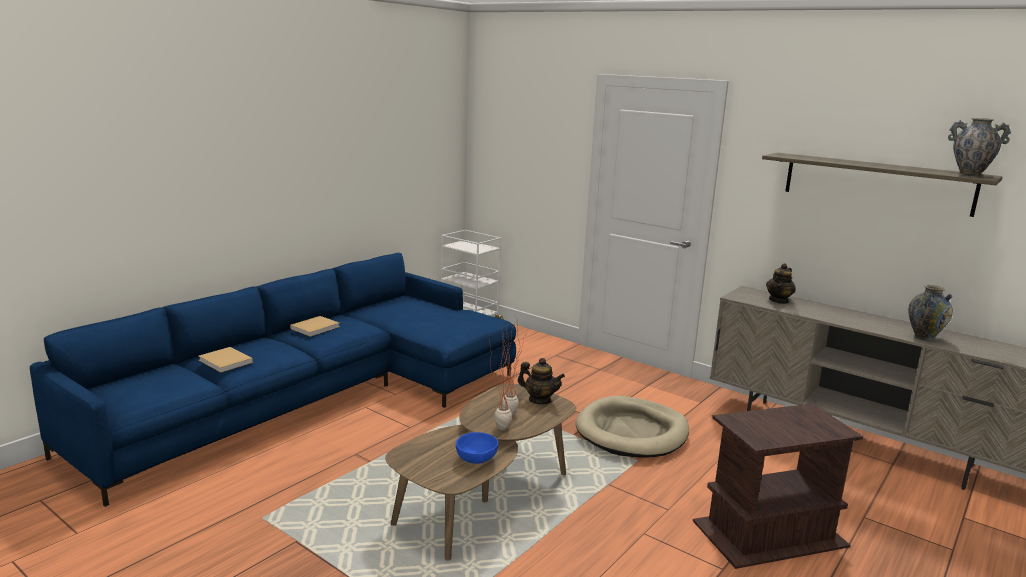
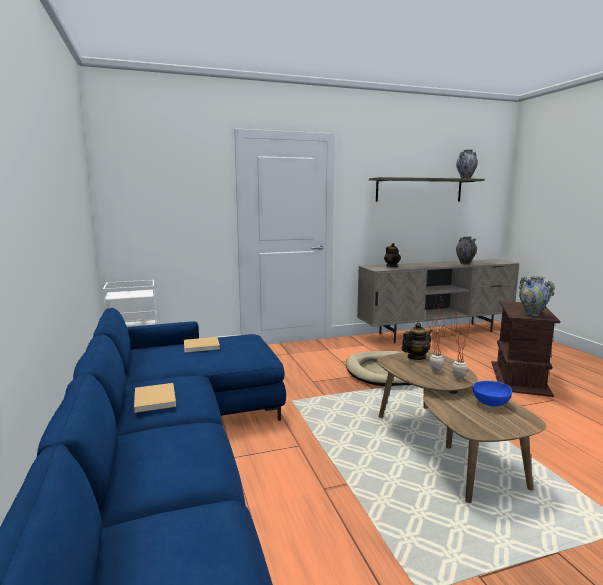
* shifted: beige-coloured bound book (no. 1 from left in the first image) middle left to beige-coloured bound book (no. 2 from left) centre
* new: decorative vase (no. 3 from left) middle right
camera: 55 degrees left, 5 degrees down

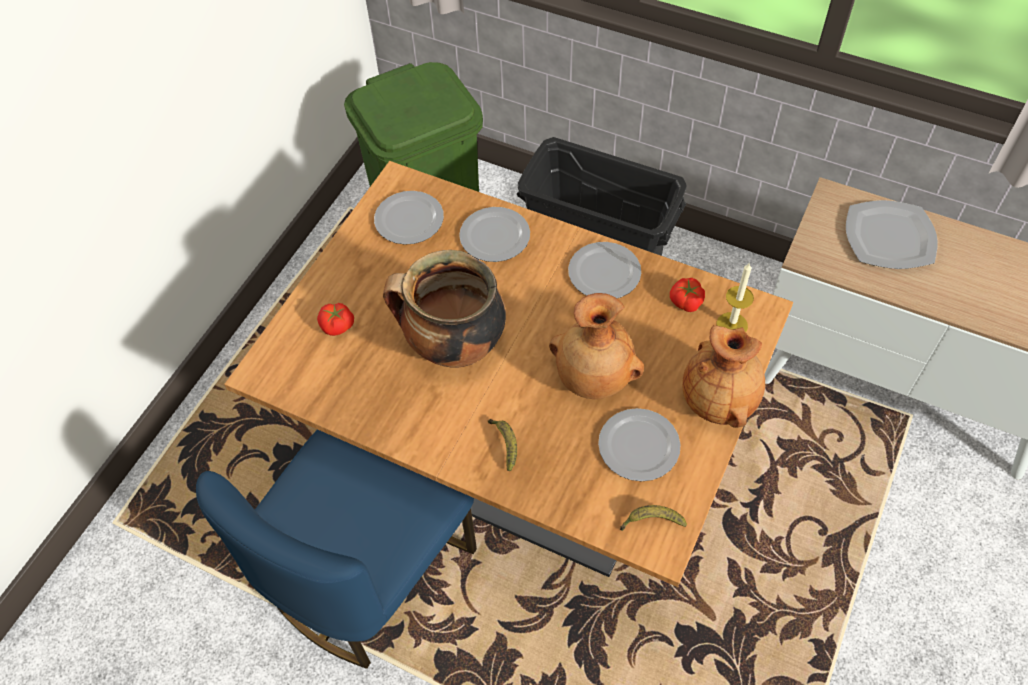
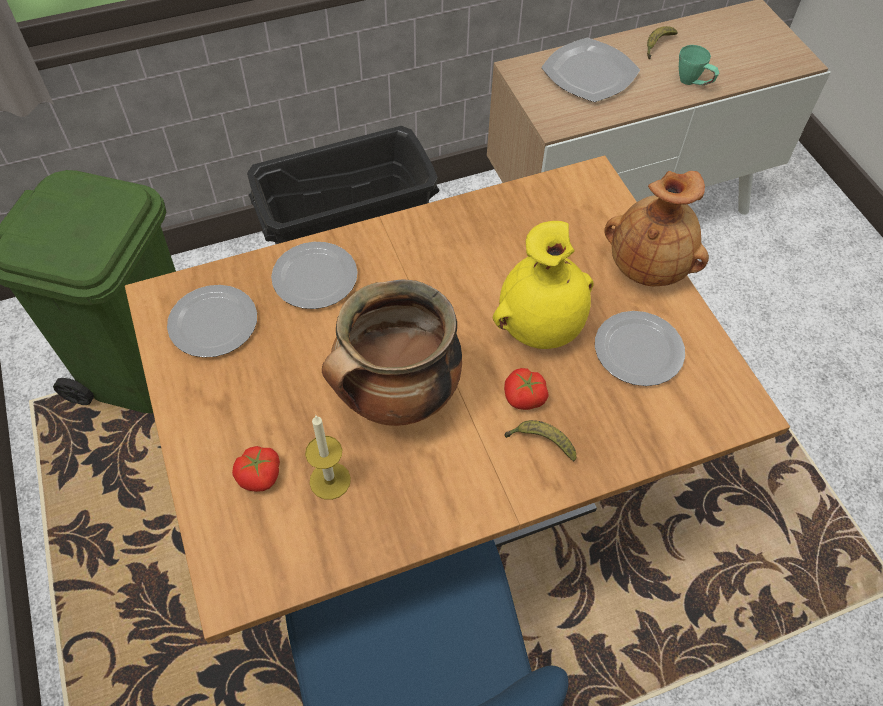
* gone: dinner plate (no. 3 from left) centre
* shifted: candle middle right to centre
* shifted: fresh tomato (no. 2 from left) middle right to centre
* repainted: brown decorative vase (no. 1 from left) centre to yellowish decorative vase centre
* shifted: whole banana (no. 2 from left) bottom centre to top right
* new: greenish mug top right
camera: 50 degrees left, 0 degrees up

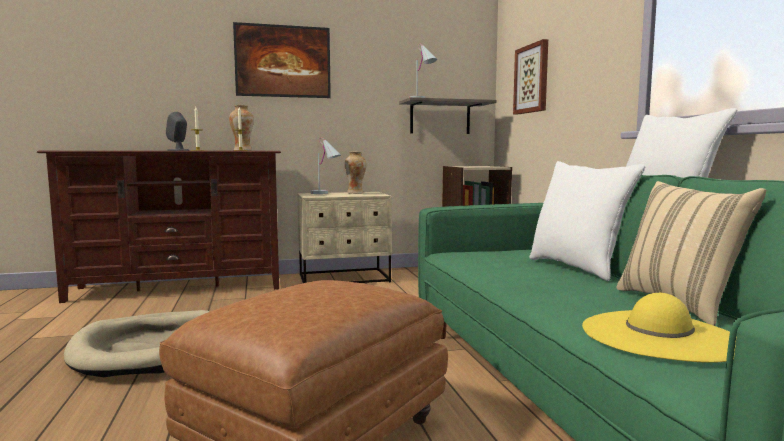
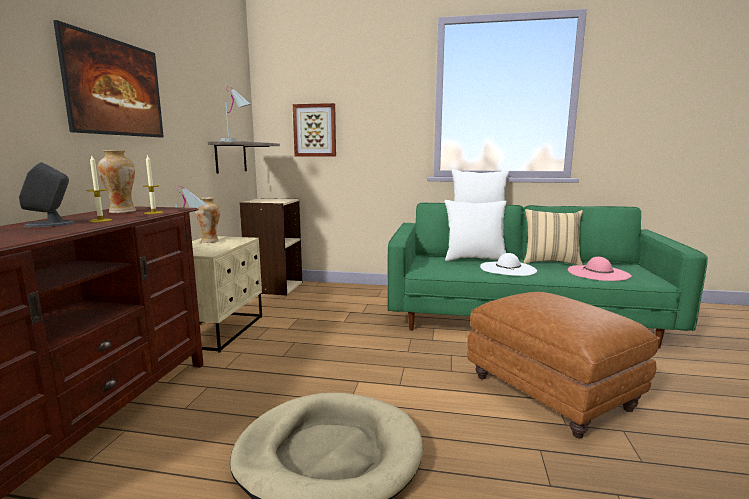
* repainted: yellowish hat bottom right to pink hat middle right
* new: whitish hat middle right
camera: 65 degrees left, 5 degrees up

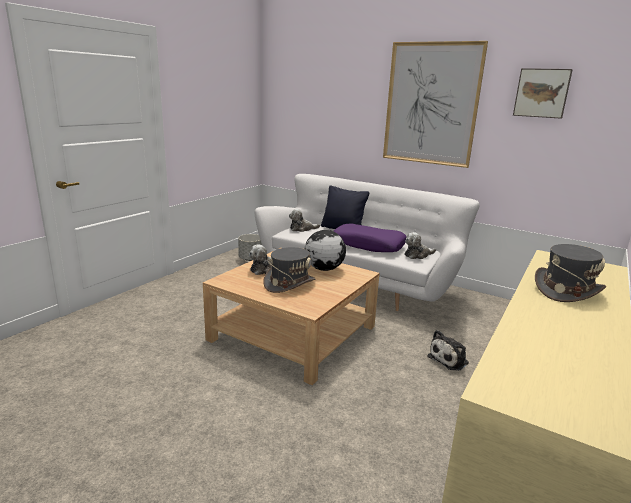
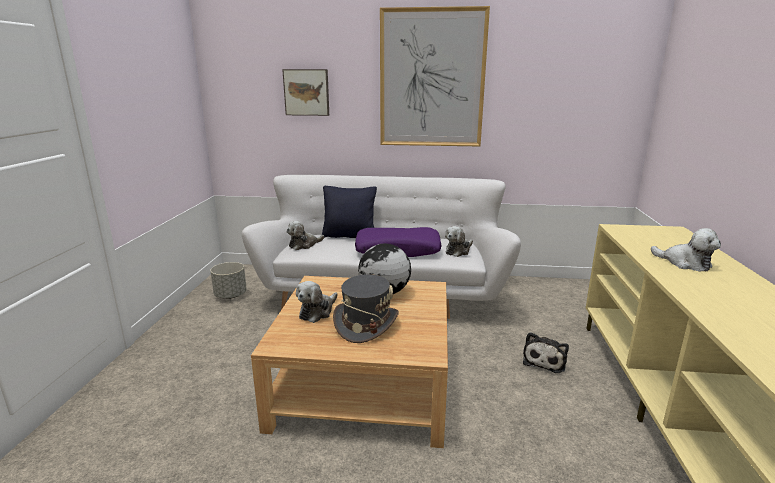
* shifted: wall picture (no. 2 from left in the first image) top right to wall picture (no. 1 from left) top centre
* swapped: grey hat (no. 2 from left) middle right to soft toy (no. 5 from left) middle right
camera: 25 degrees left, 0 degrees up

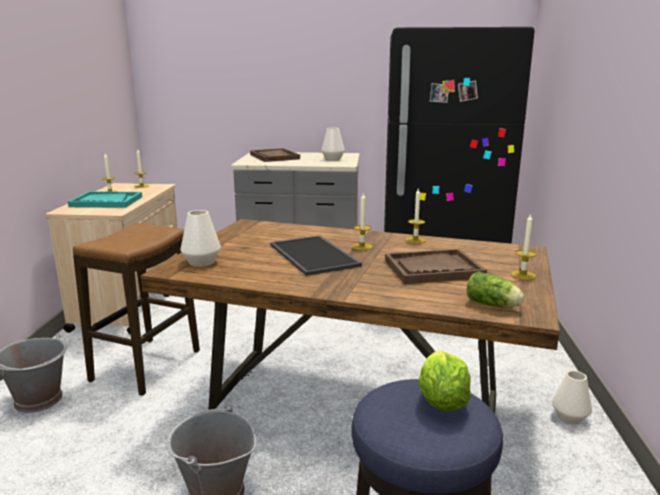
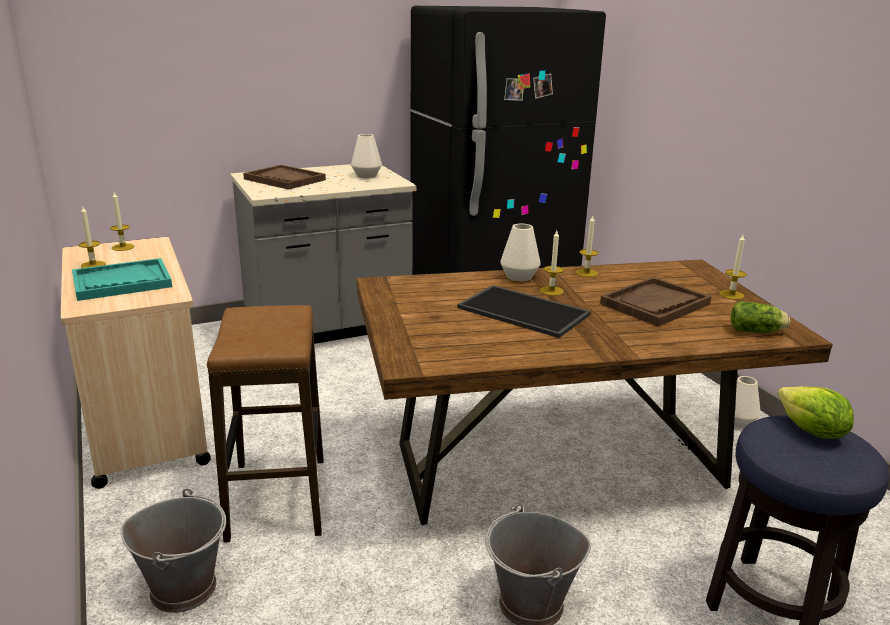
* shifted: whitish decorative vase (no. 1 from left in the first image) middle left to whitish decorative vase (no. 2 from left) centre
camera: 30 degrees left, 5 degrees up

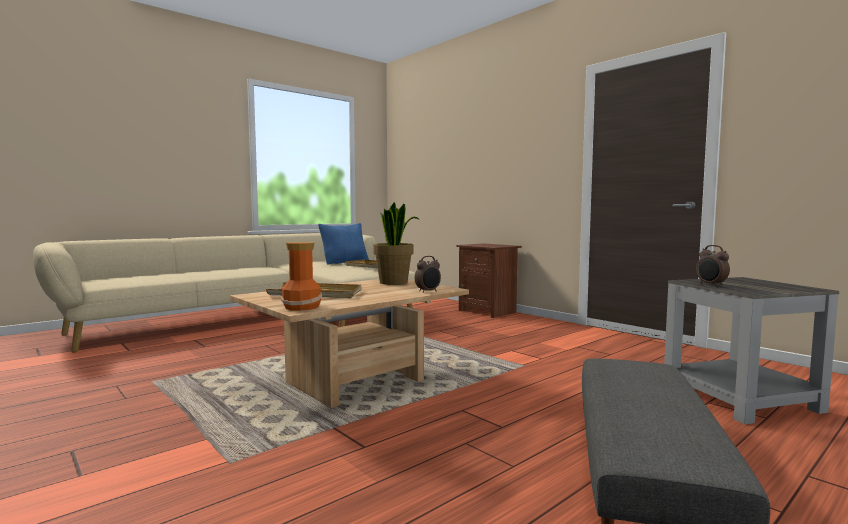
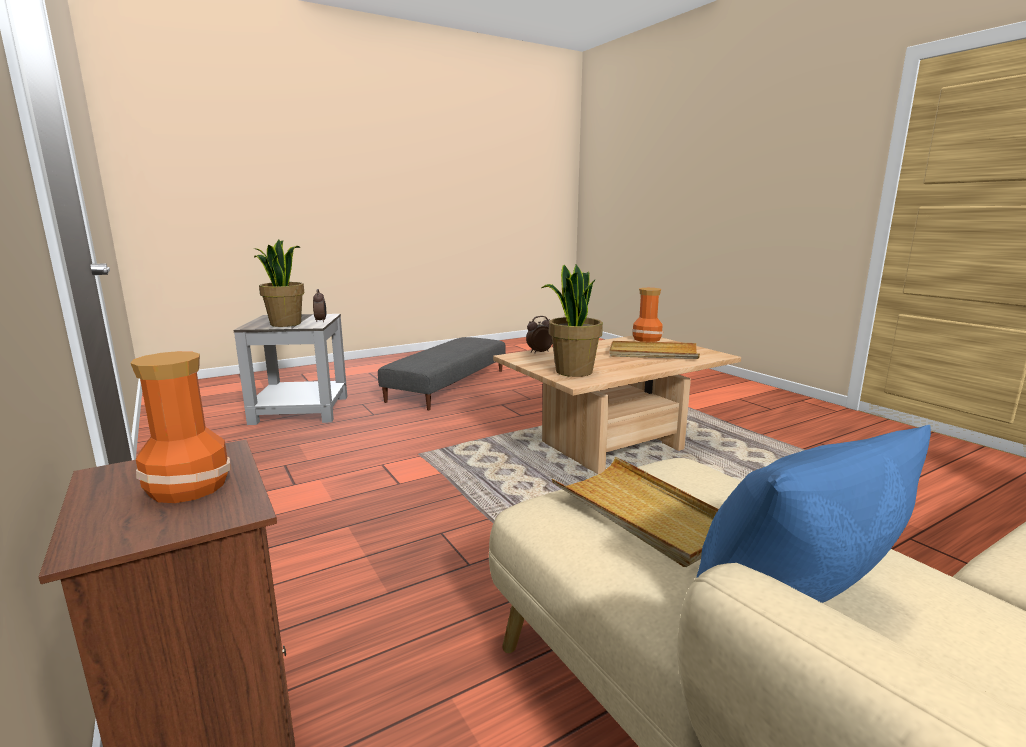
* new: houseplant (no. 1 from left) middle left
* new: decorative vase (no. 1 from left) middle left
camera: 170 degrees left, 10 degrees up

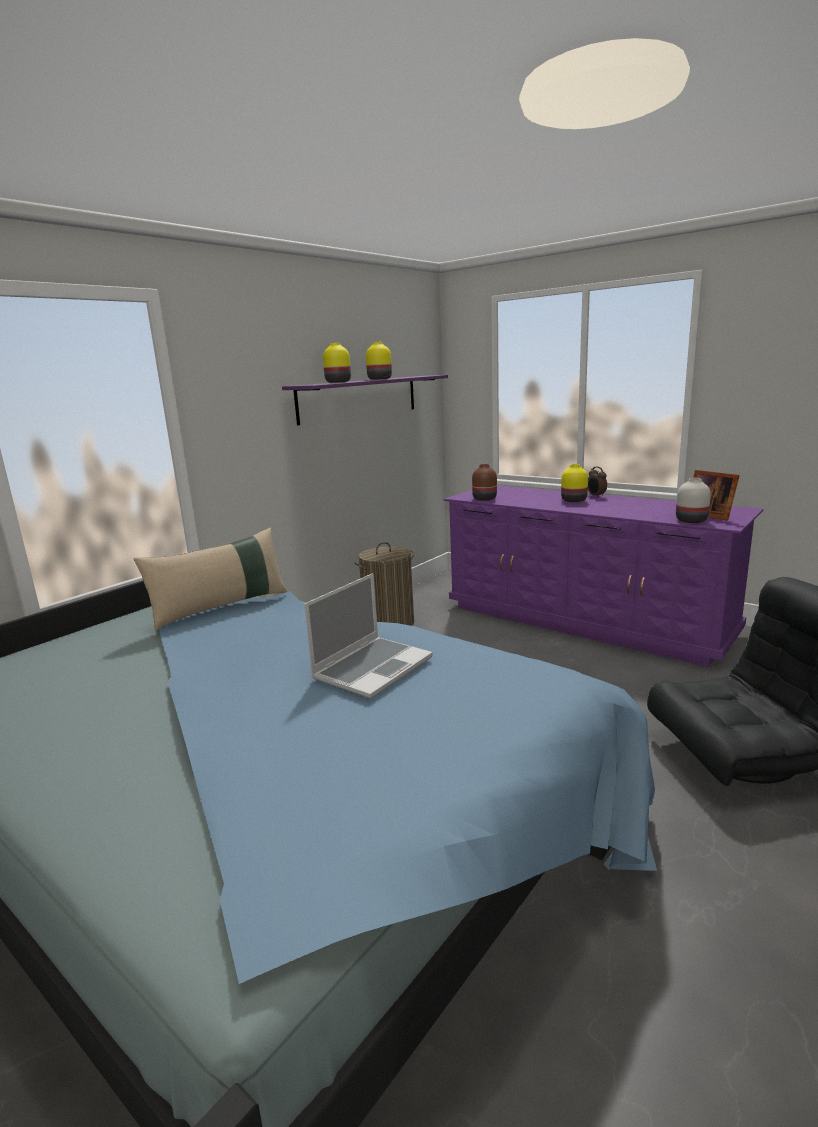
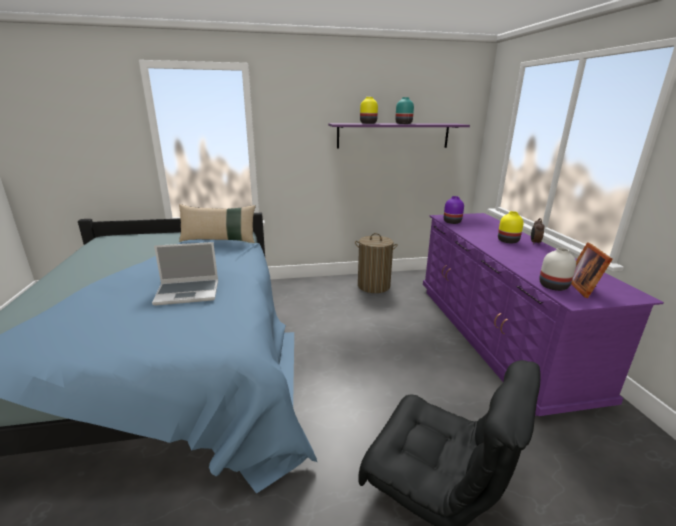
* repainted: yellowish decorative vase (no. 2 from left) top centre to blue-green decorative vase top centre
* repainted: brown decorative vase centre to purple decorative vase middle right
camera: 40 degrees right, 5 degrees up

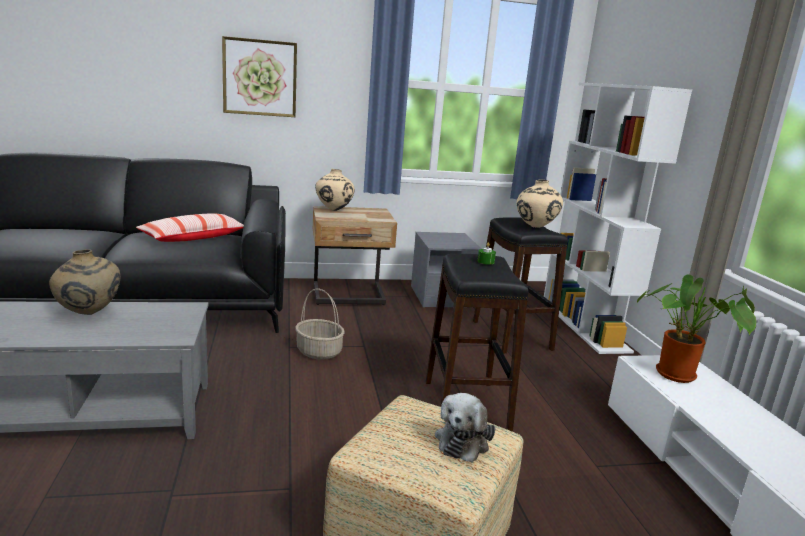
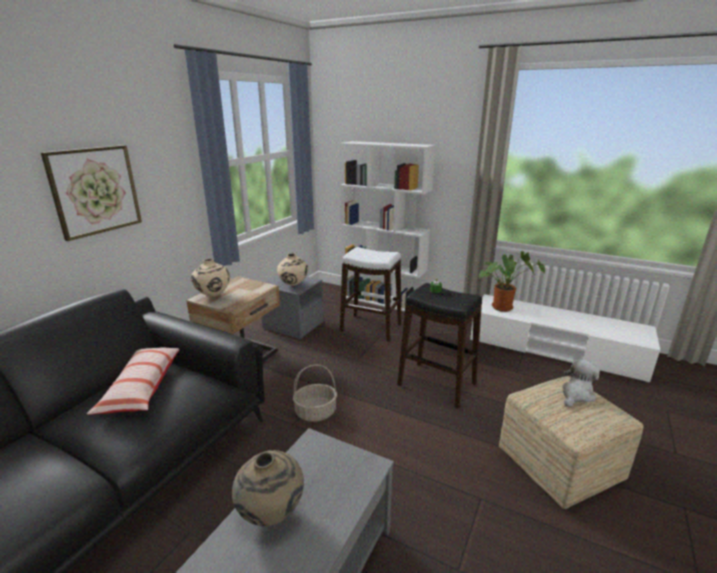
* shifted: beige-coloured decorative vase (no. 3 from left) middle right to centre
* repainted: black stool seat (no. 2 from left) centre to whitish stool seat centre
* rotated: soft toy bottom centre = bottom right 105 degrees counterclockwise
camera: 50 degrees left, 5 degrees up

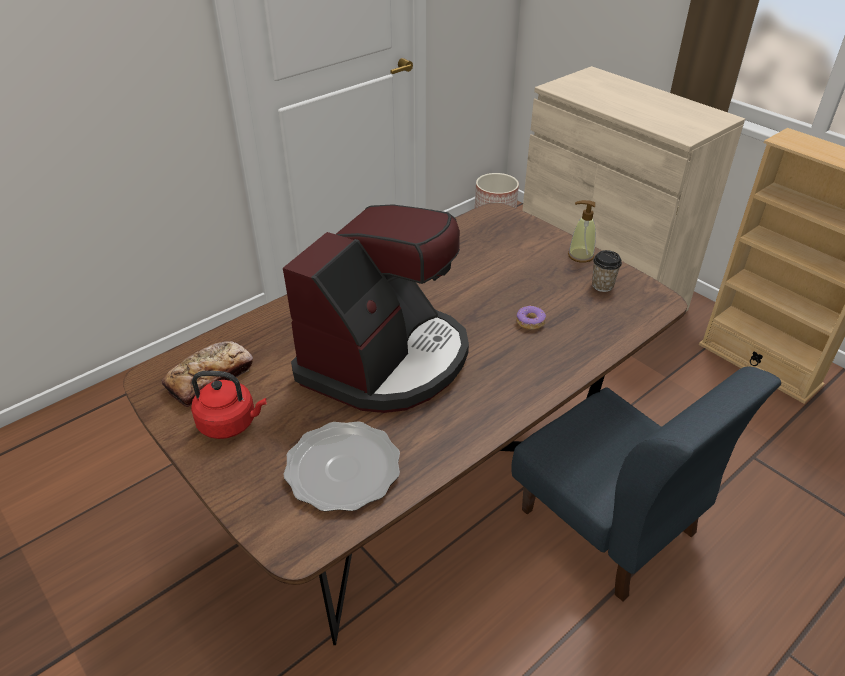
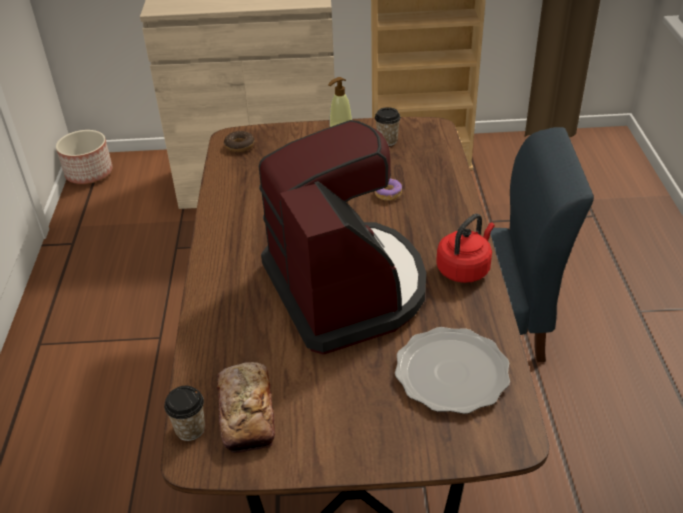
* shifted: reddish tea kettle middle left to middle right
* new: donut (no. 1 from left) top centre
* new: drinking cup (no. 1 from left) bottom left
camera: 50 degrees left, 0 degrees up

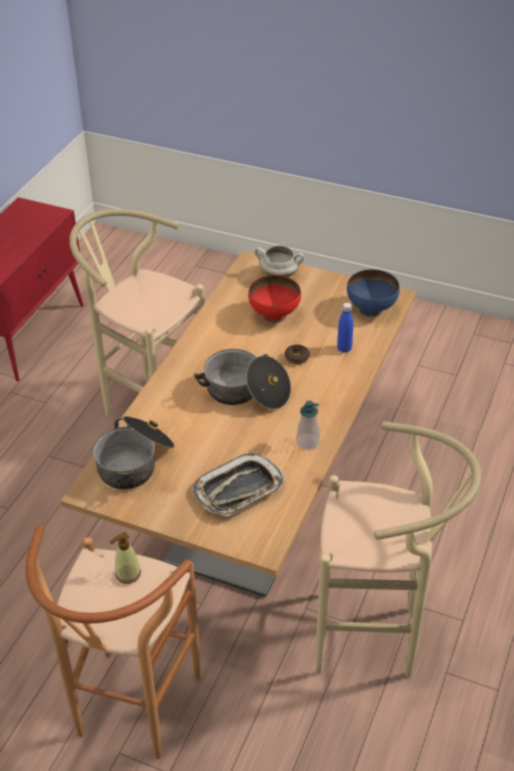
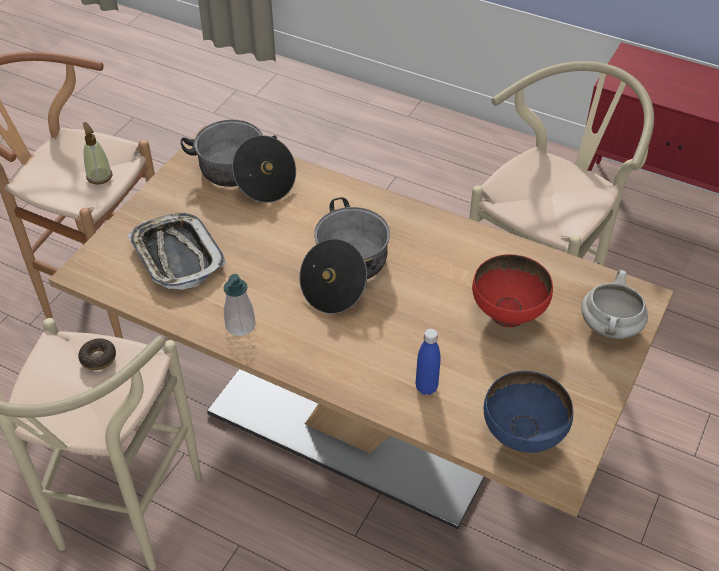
* shifted: donut centre to middle left
camera: 95 degrees right, 5 degrees up

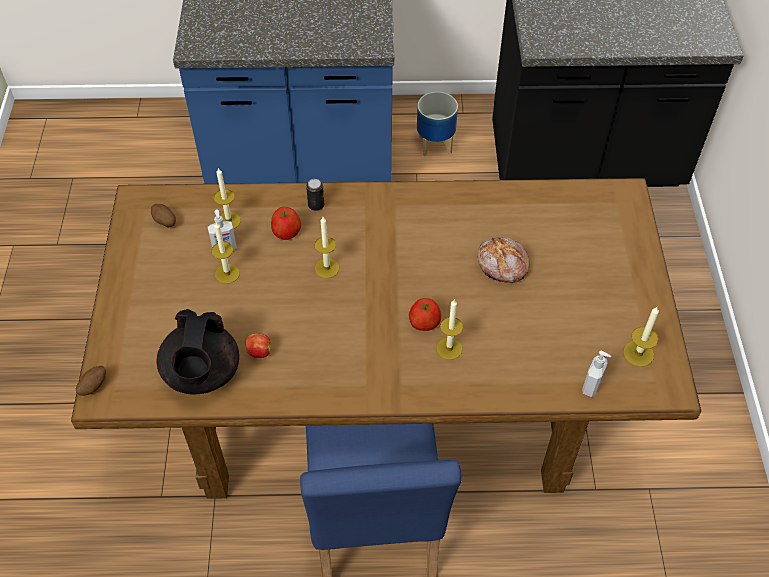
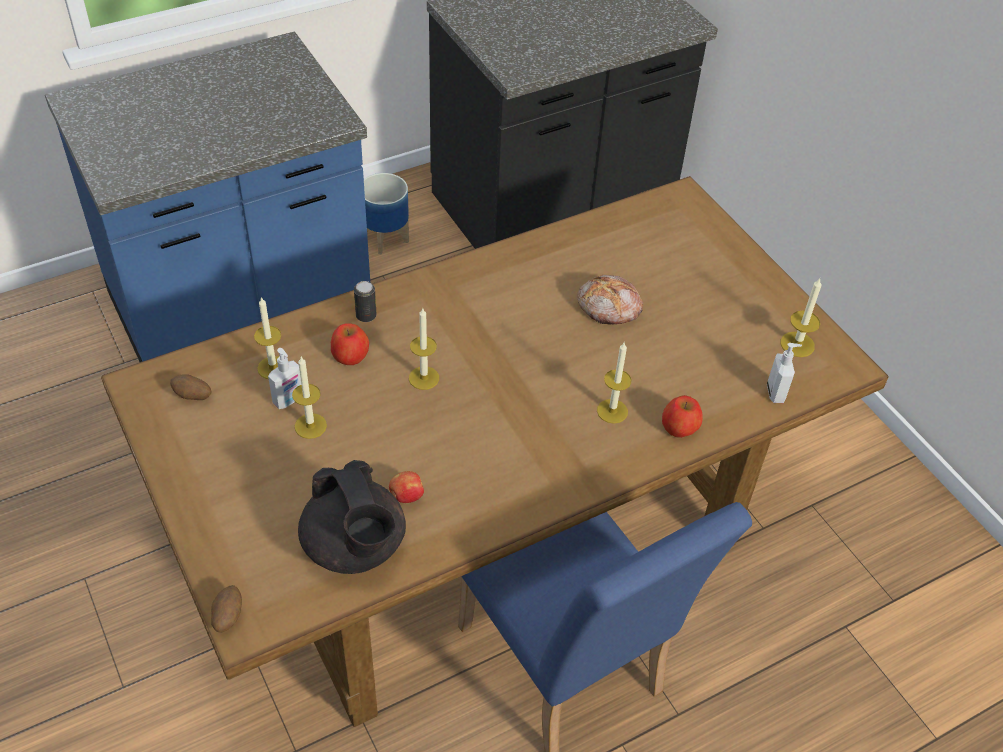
* shifted: whole apple (no. 3 from left) centre to middle right
camera: 30 degrees left, 5 degrees down

